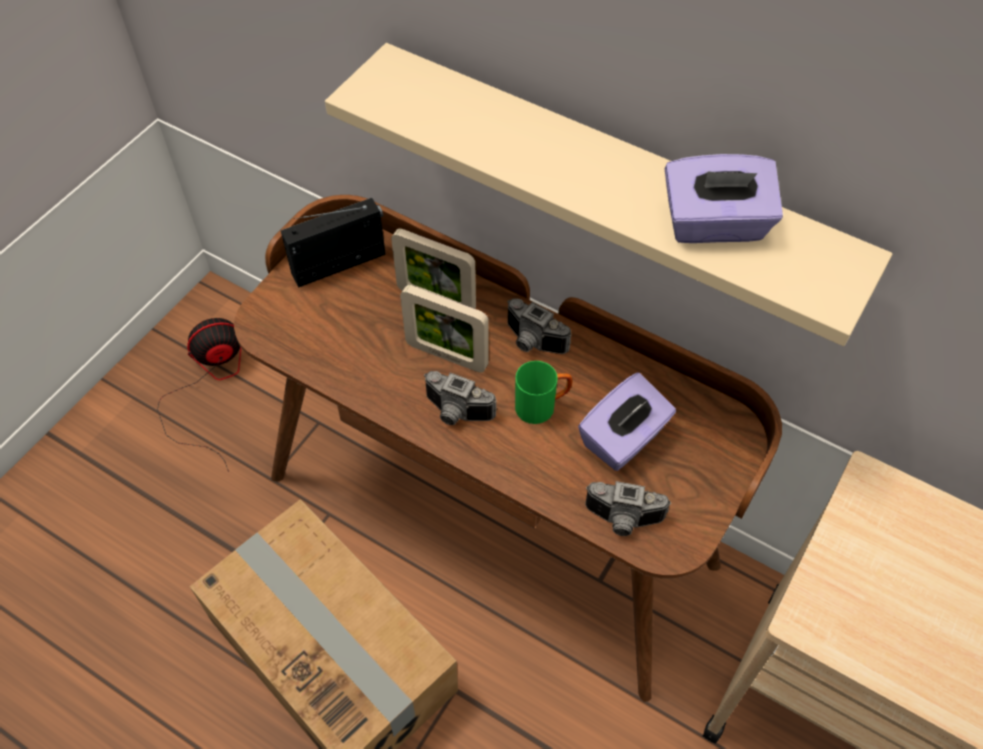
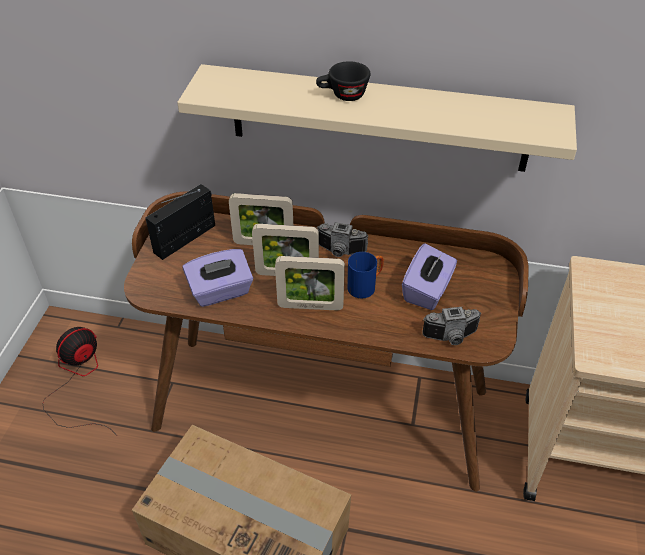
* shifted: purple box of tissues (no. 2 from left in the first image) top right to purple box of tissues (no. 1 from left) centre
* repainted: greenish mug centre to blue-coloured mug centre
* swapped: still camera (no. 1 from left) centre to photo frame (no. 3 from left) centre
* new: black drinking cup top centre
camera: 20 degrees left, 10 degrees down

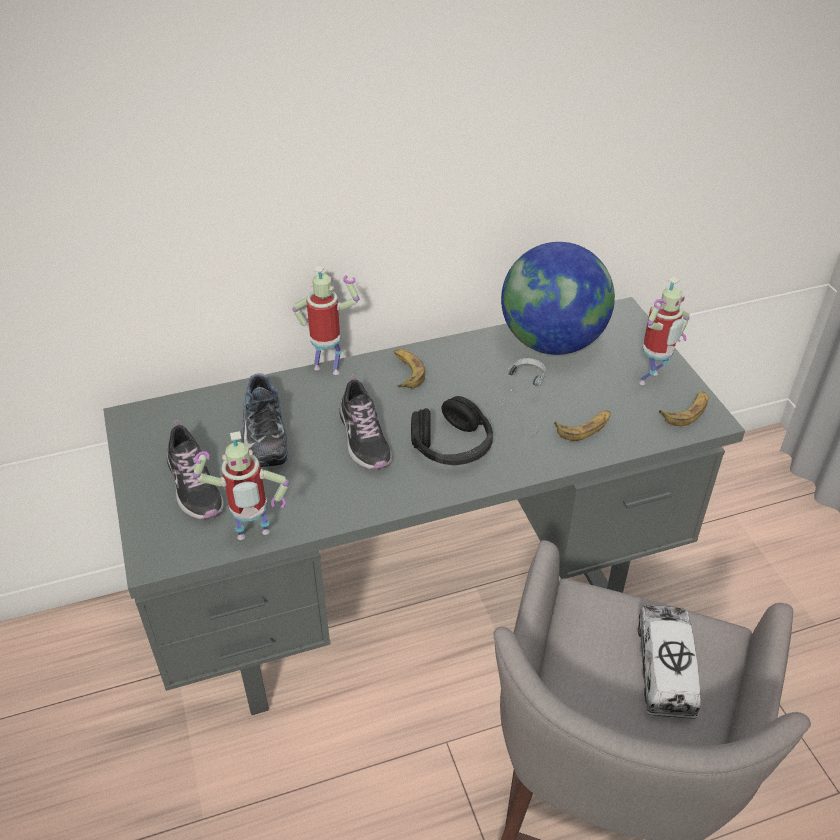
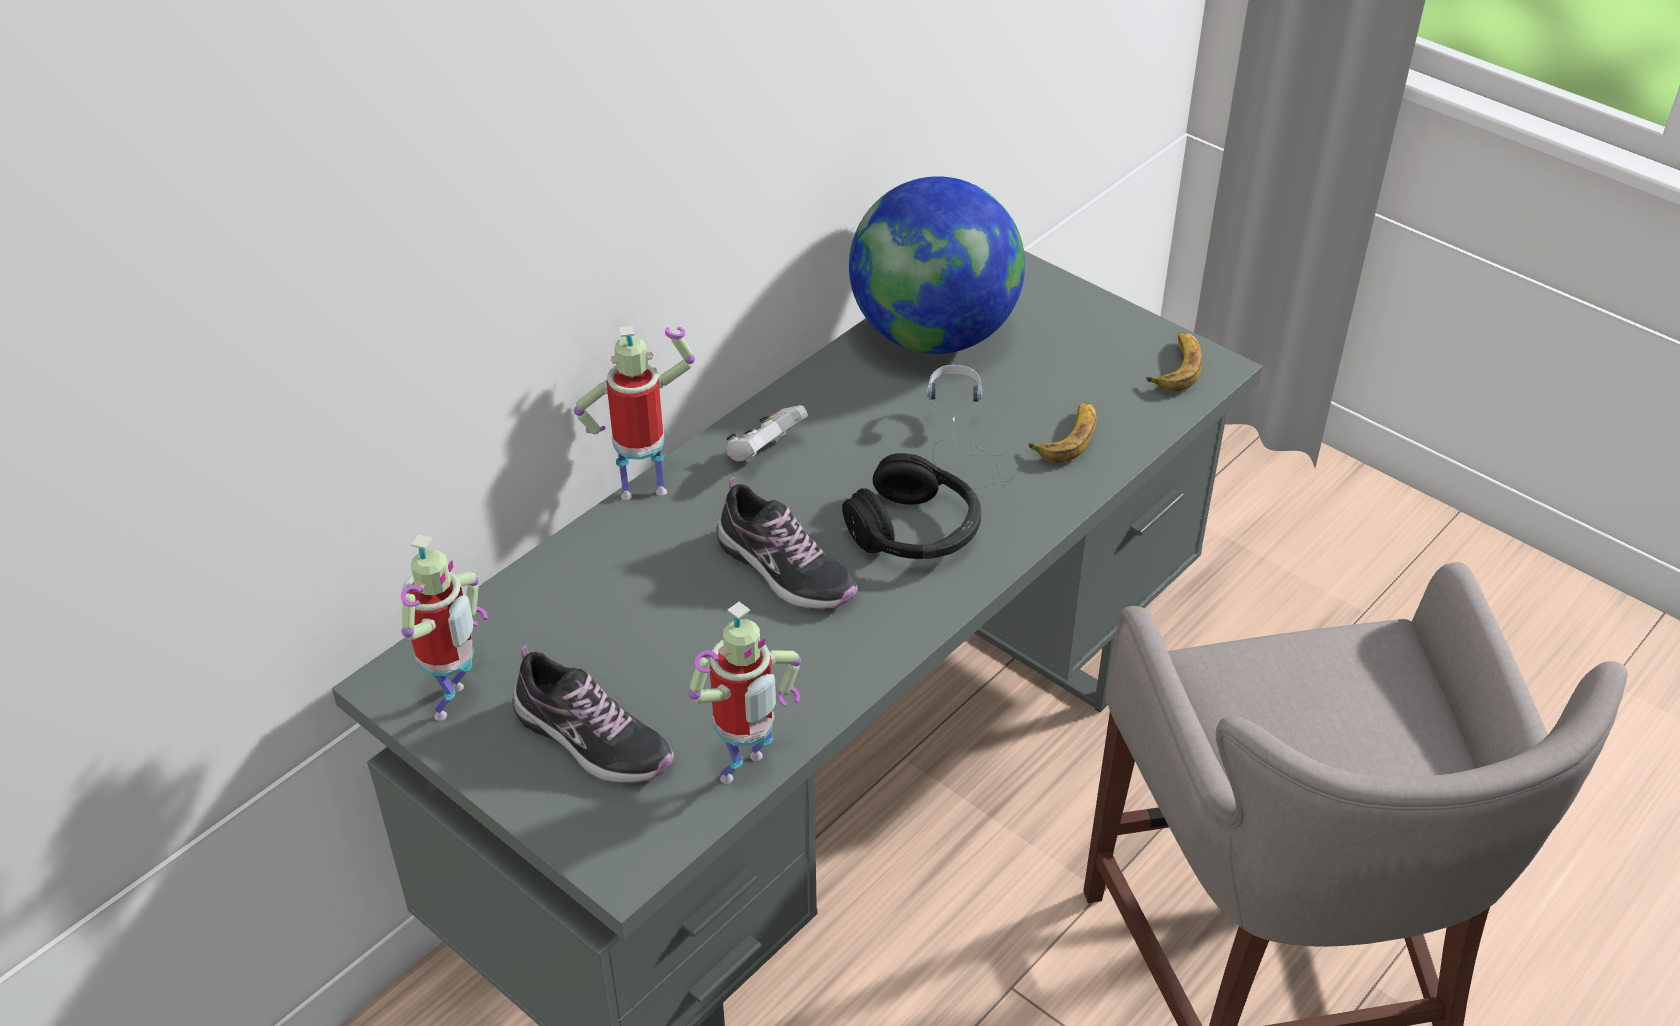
* shifted: robot figure (no. 3 from left in the first image) middle right to robot figure (no. 1 from left) middle left
* swapped: whole banana (no. 1 from left) centre to whitish gamepad centre
* gone: item of footwear (no. 2 from left) middle left
* gone: toy truck bottom right
camera: 30 degrees left, 0 degrees up

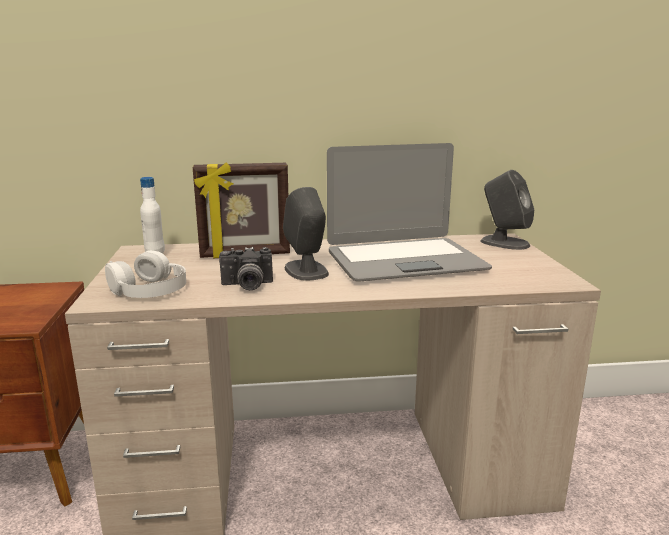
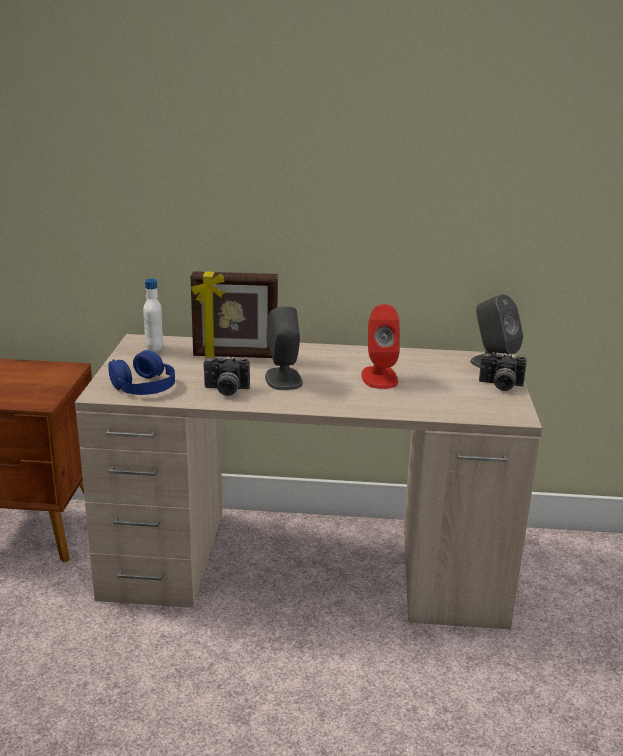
* swapped: portable computer centre to reddish loudspeaker centre
* repainted: whitish headset middle left to blue-coloured headset middle left
* new: still camera (no. 2 from left) middle right
camera: 10 degrees right, 5 degrees up

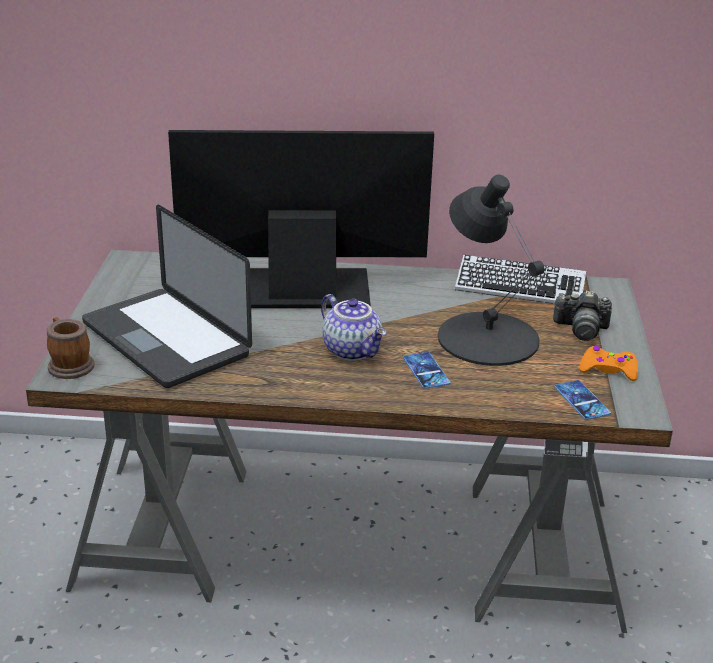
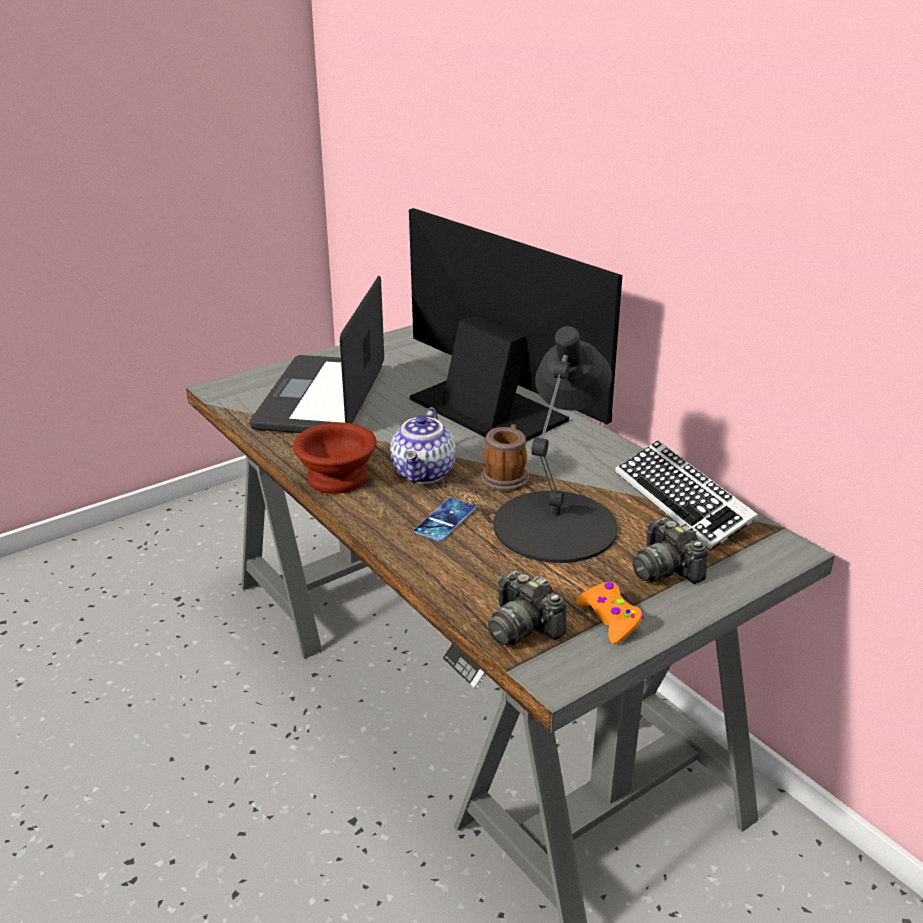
* shifted: mug middle left to centre
* swapped: telephone (no. 2 from left) middle right to still camera (no. 1 from left) centre
* new: brown serving bowl centre
camera: 50 degrees right, 0 degrees up

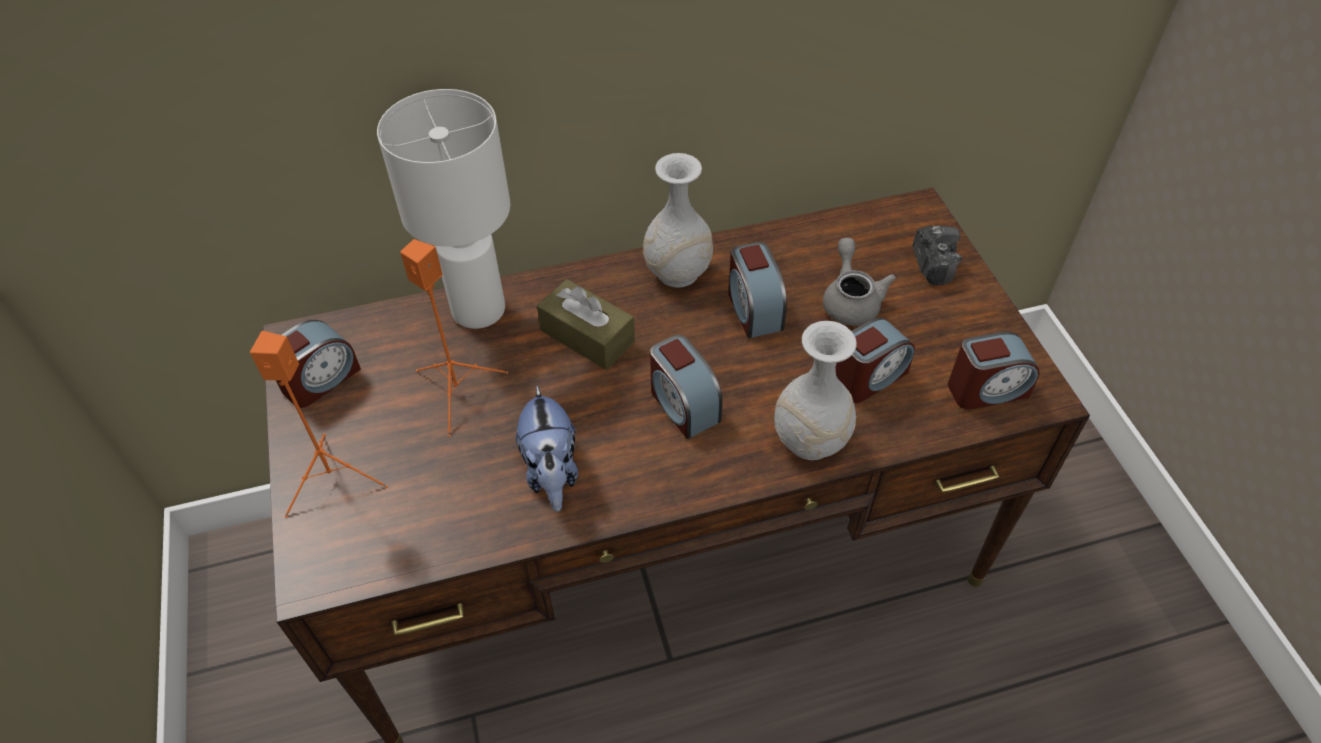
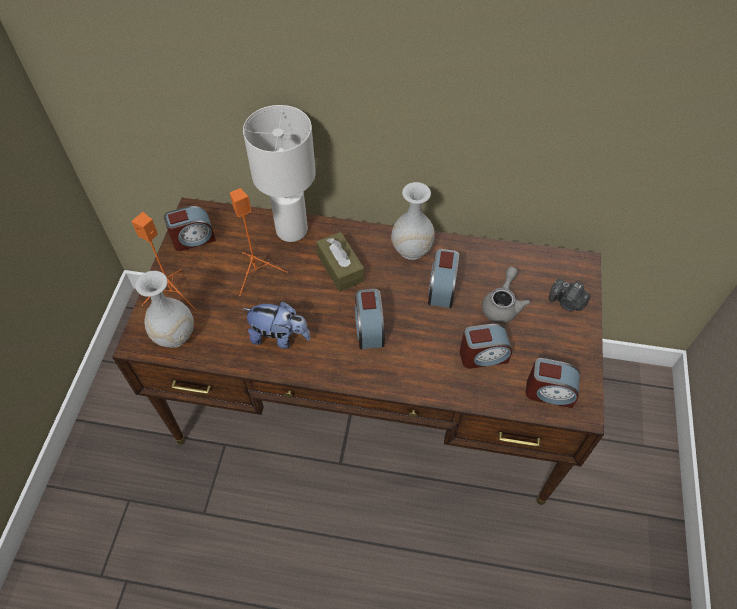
* rotated: still camera middle right = middle right 105 degrees clockwise
* shifted: whitish decorative vase (no. 2 from left in the first image) centre to whitish decorative vase (no. 1 from left) middle left
* rotated: soft toy centre = centre 90 degrees counterclockwise
camera: 25 degrees right, 5 degrees up

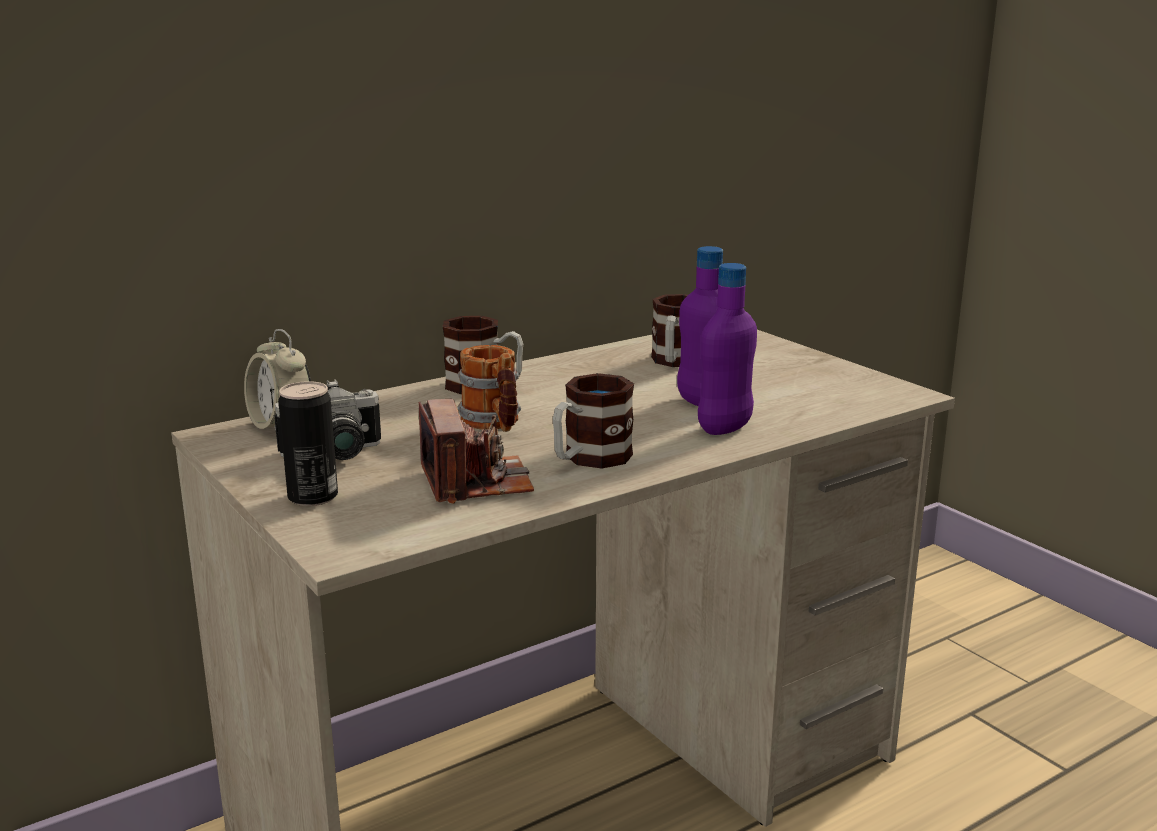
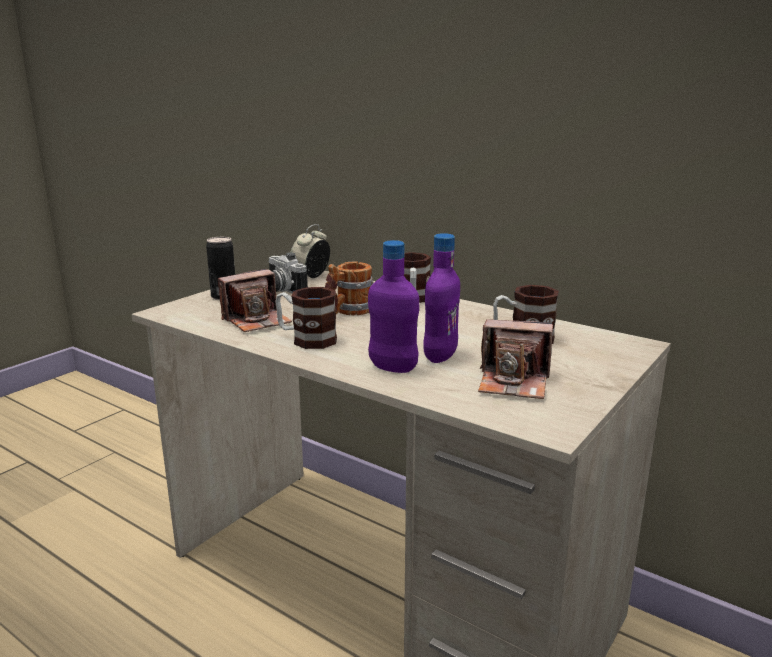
* new: still camera (no. 3 from left) middle right
camera: 70 degrees right, 0 degrees up

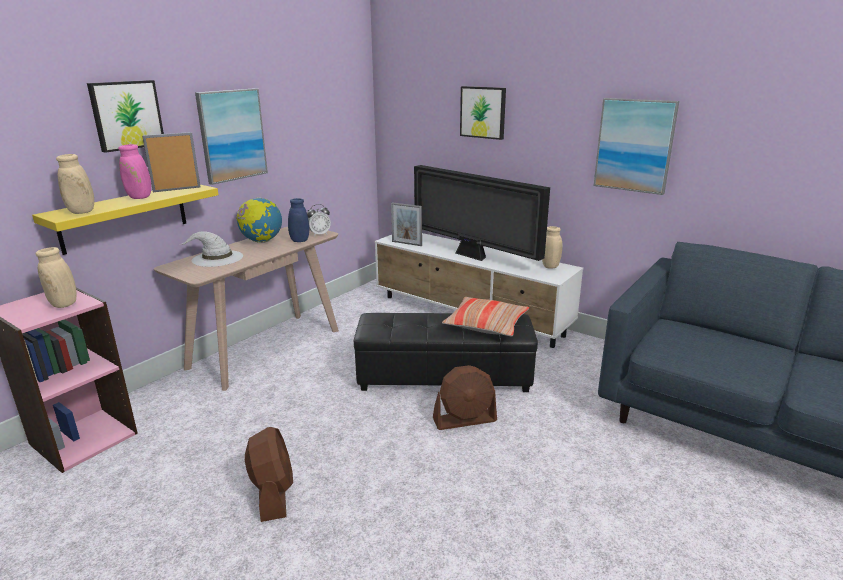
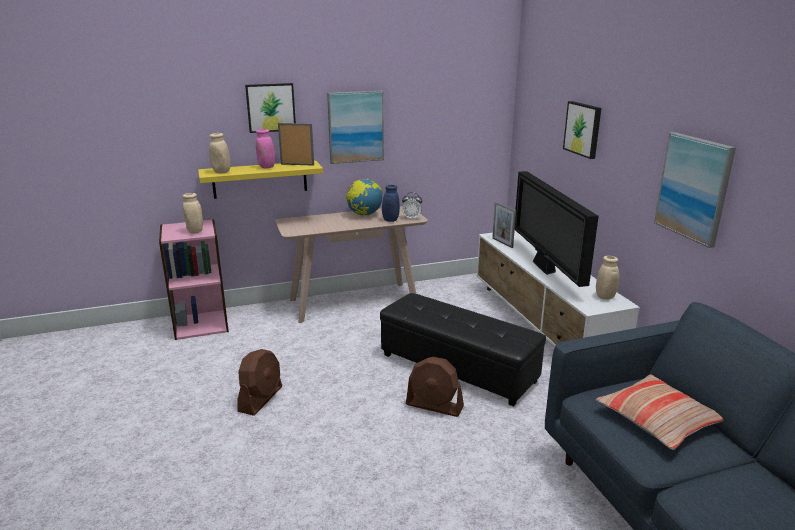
* gone: whitish hat middle left
* shifted: throw pillow centre to bottom right
camera: 35 degrees right, 0 degrees up

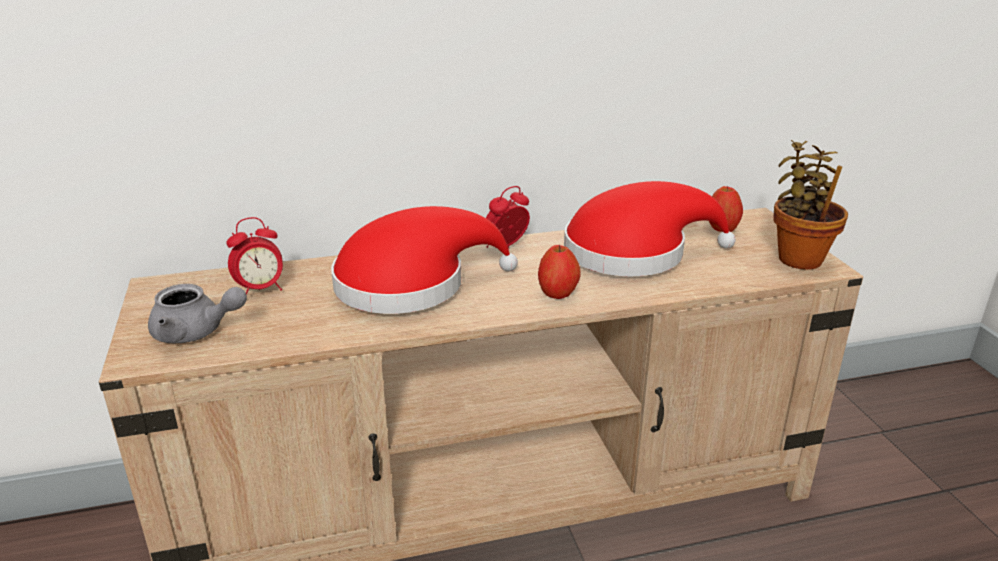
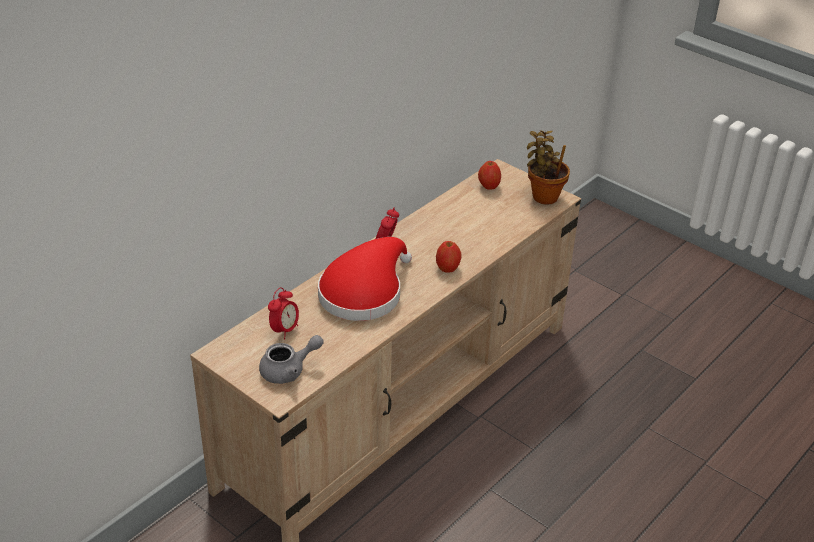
* gone: reddish hat (no. 2 from left) centre
camera: 35 degrees left, 10 degrees up

